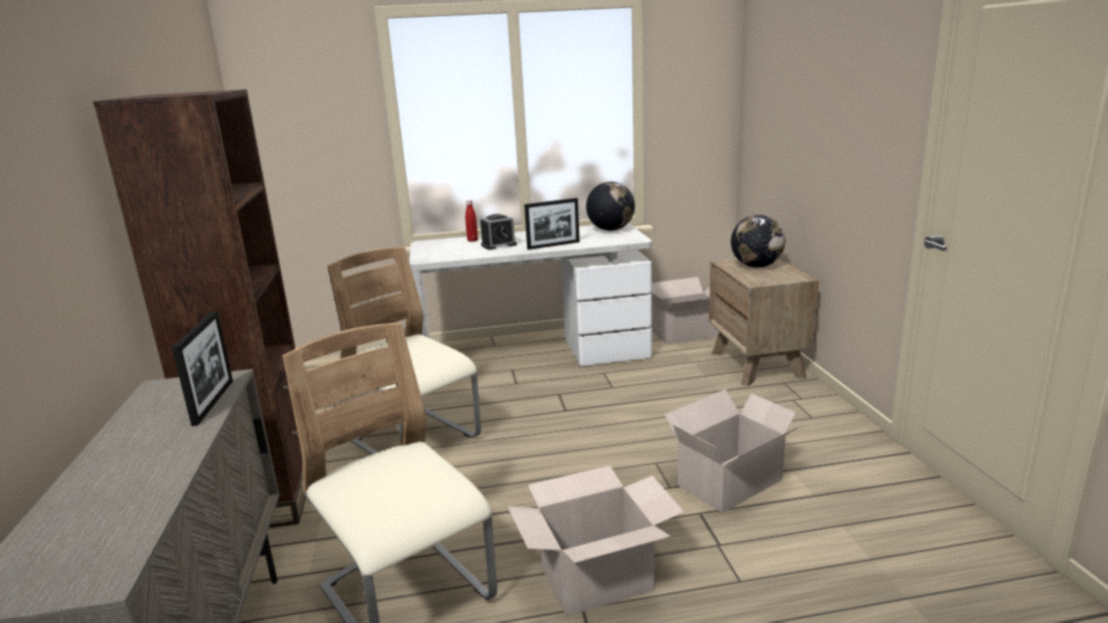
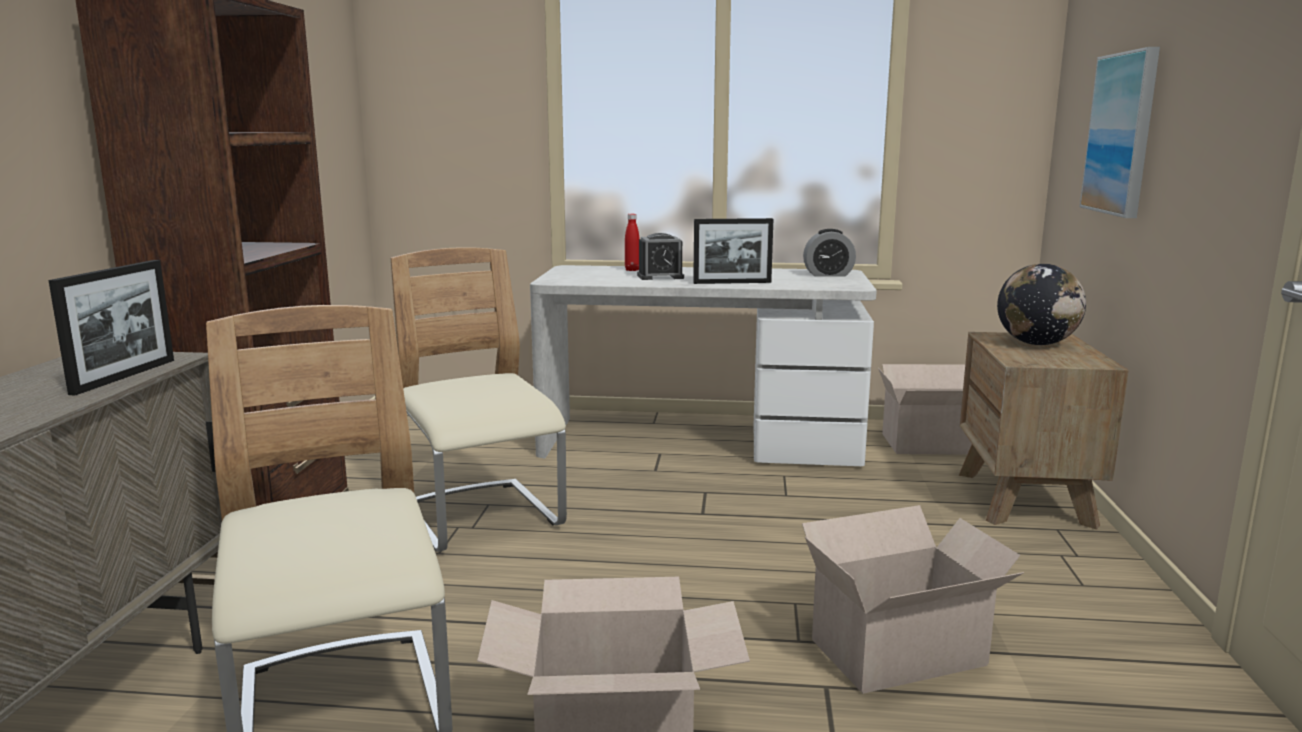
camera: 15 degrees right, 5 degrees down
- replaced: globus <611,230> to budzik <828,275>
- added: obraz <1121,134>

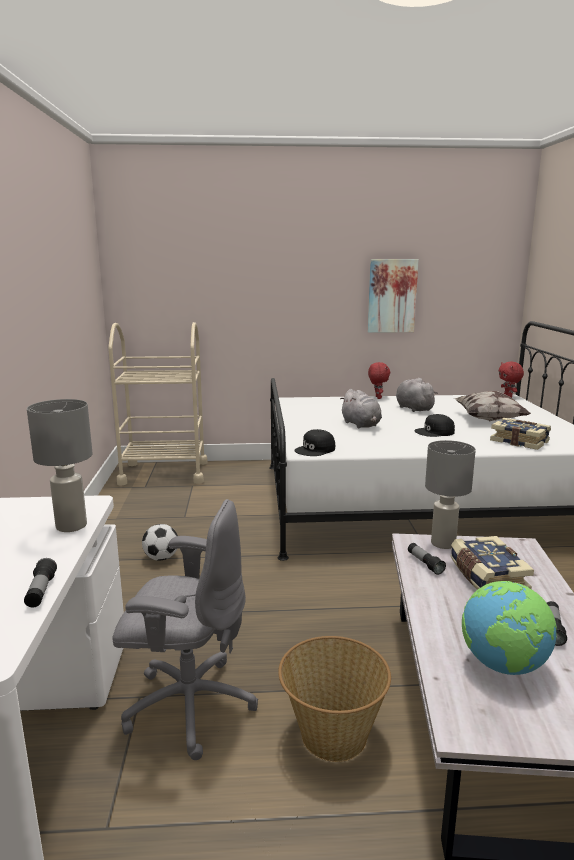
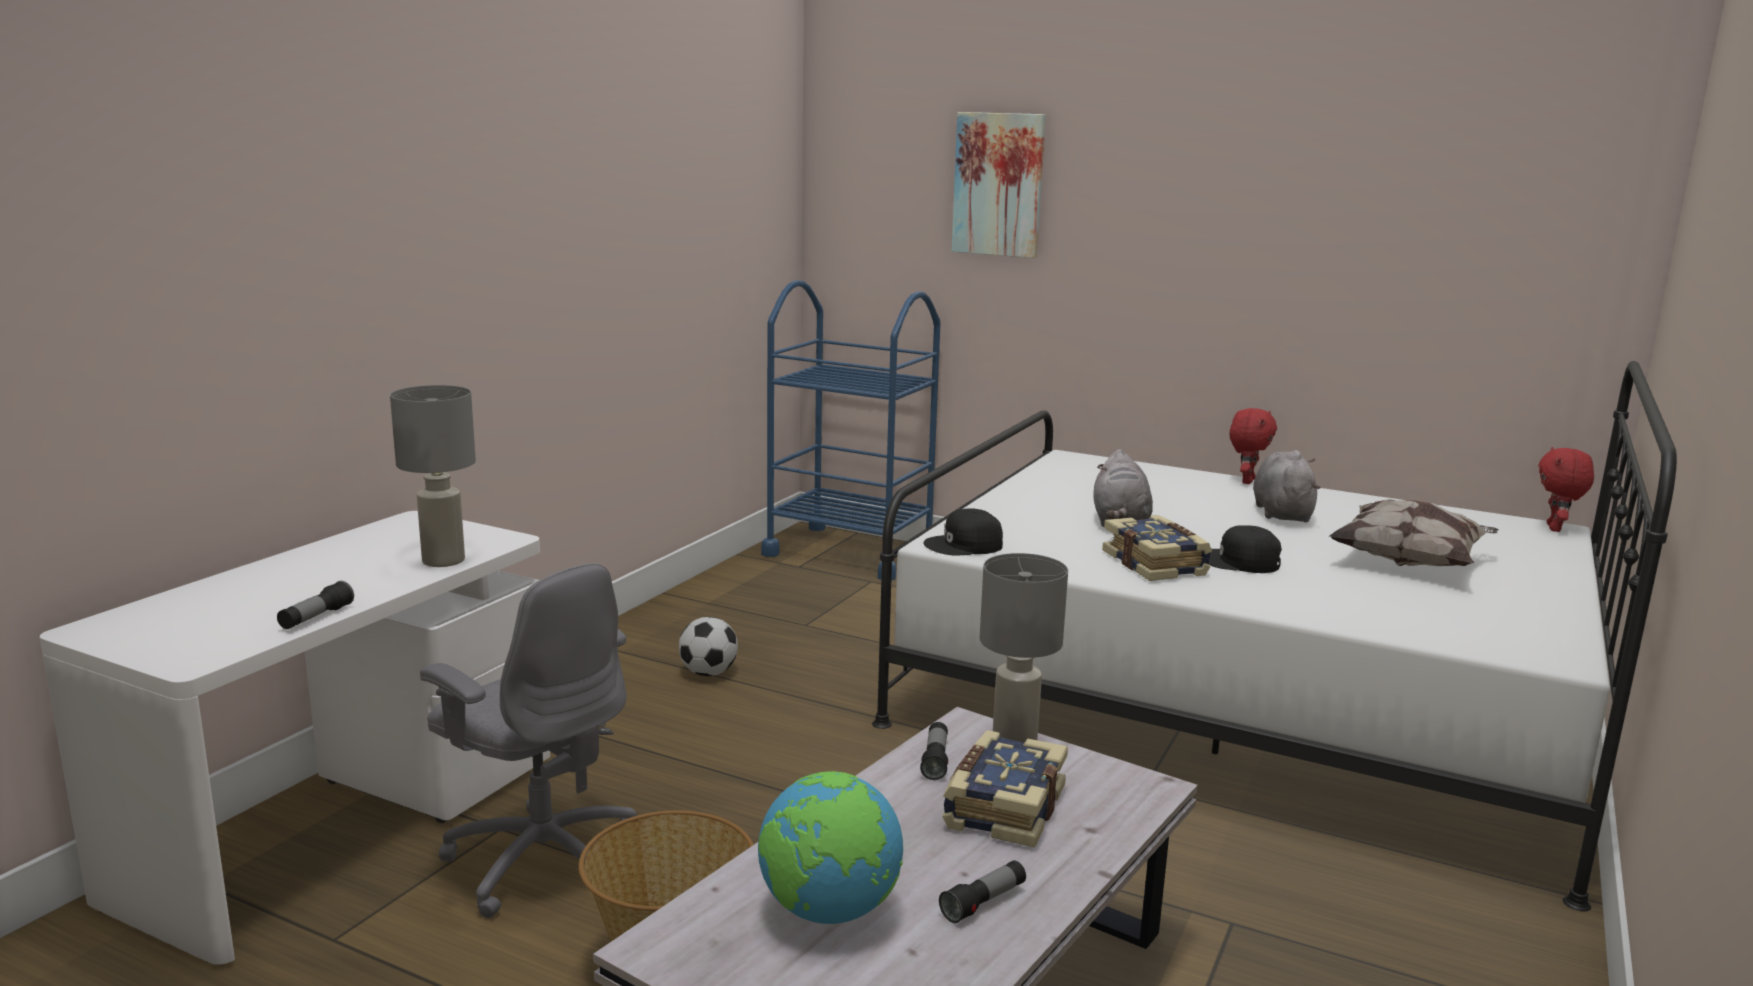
camera: 30 degrees right, 0 degrees up
- moved: obraz <392,296> to <998,184>
- recoloured: wózek (beżowy) <164,473> to wózek (niebieski) <850,552>
- moved: książka <519,441> to <1156,564>

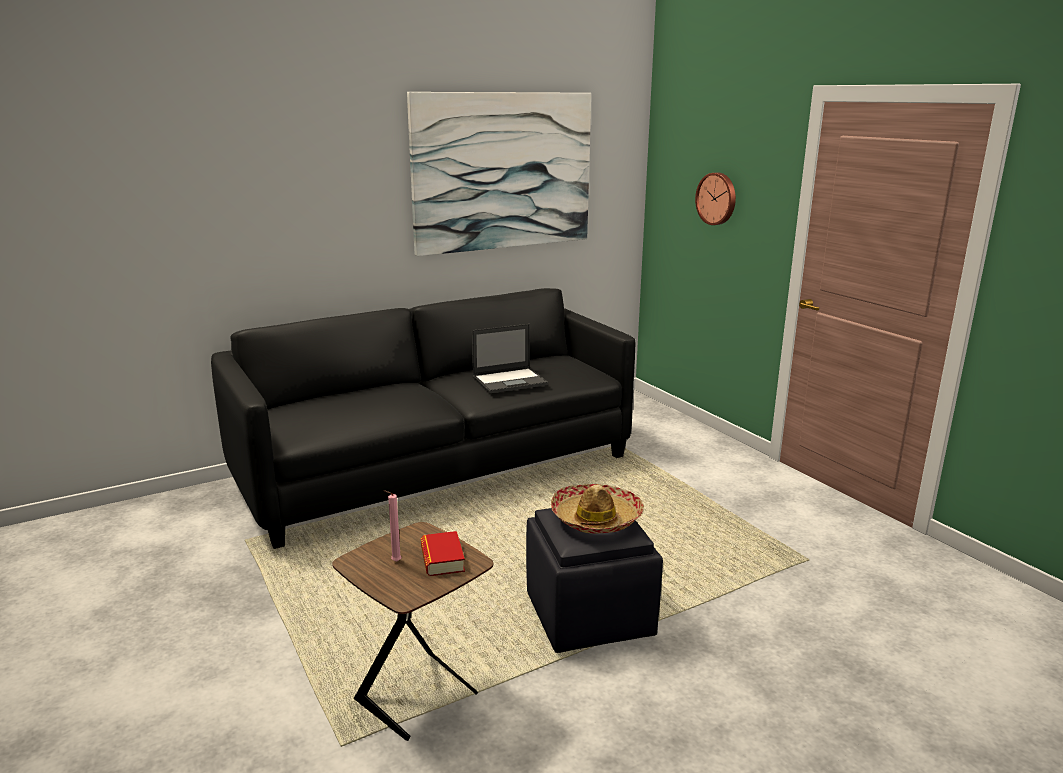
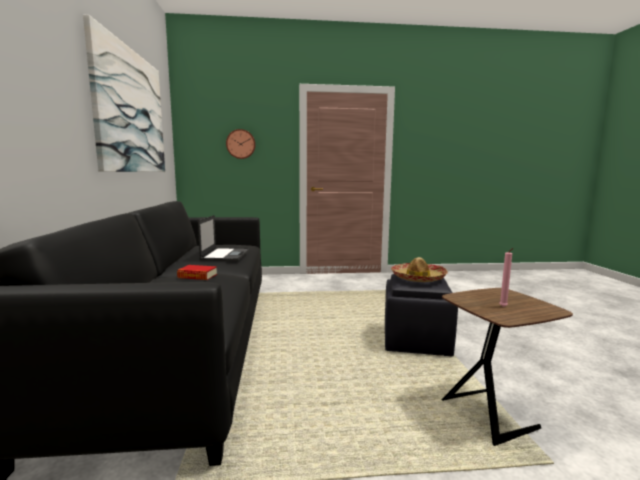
camera: 65 degrees left, 10 degrees down
- moved: książka <442,559> to <197,276>

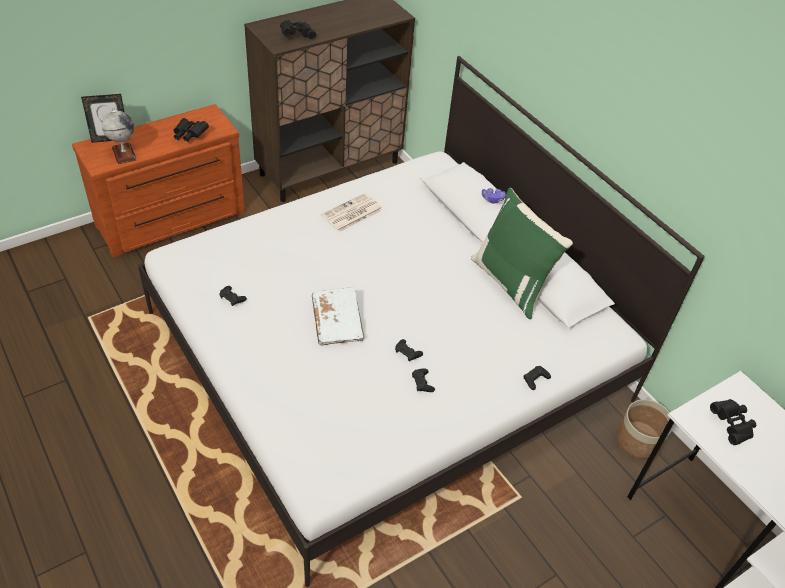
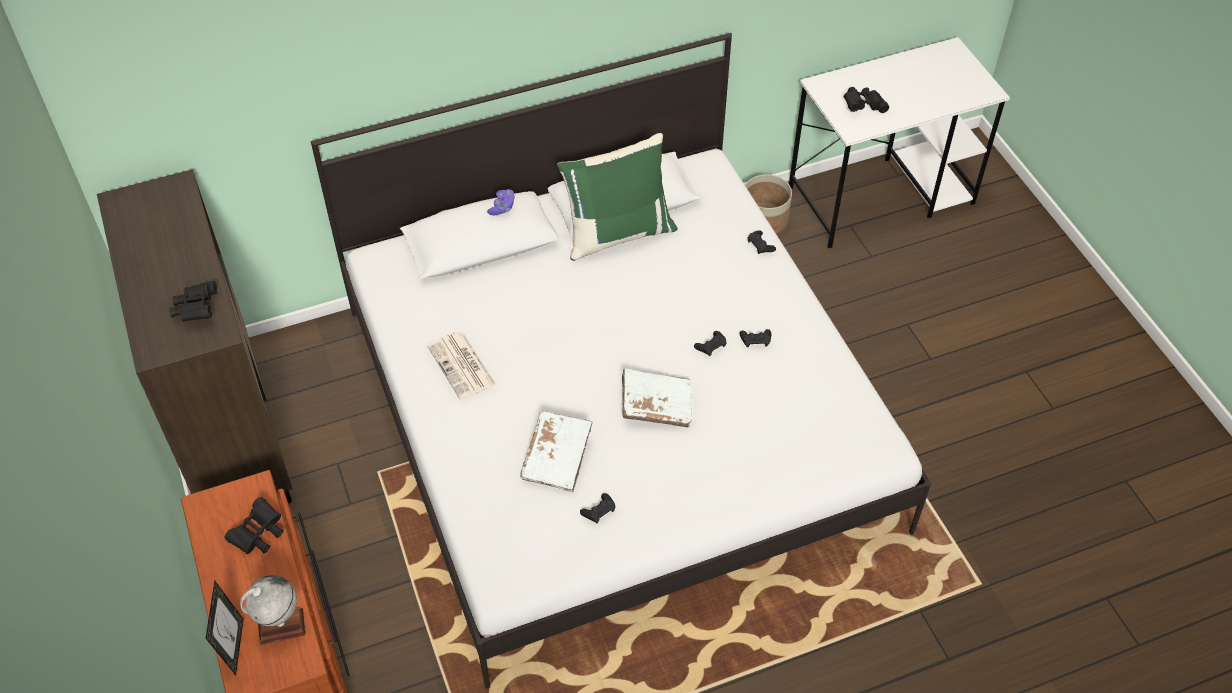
camera: 75 degrees left, 5 degrees up
- added: książka (biały) <557,458>

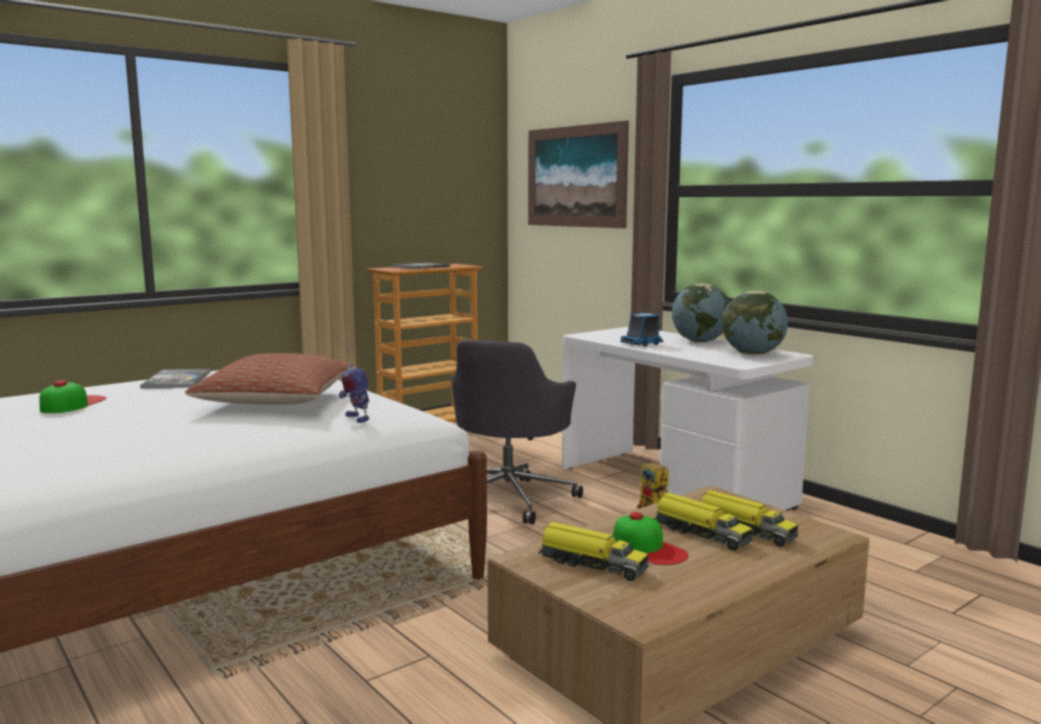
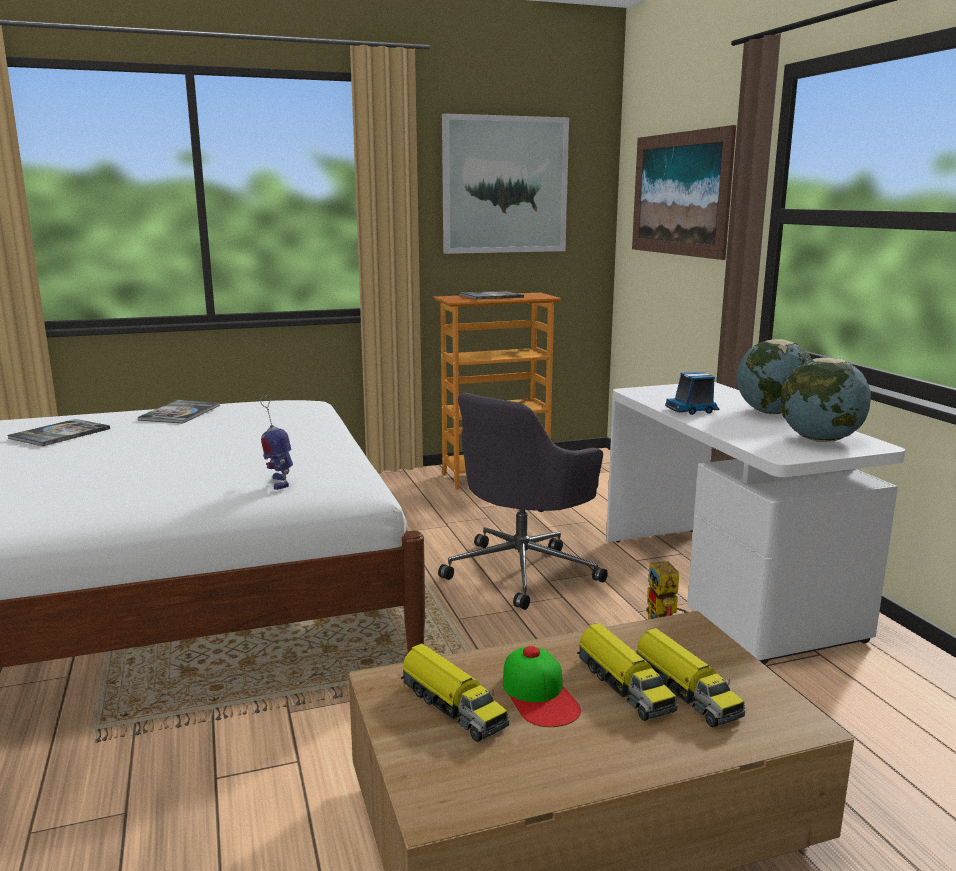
camera: 20 degrees right, 5 degrees up
- removed: poduszka <276,401>
- replaced: czapka z daszkiem <72,404> to książka <60,434>
- added: obraz <505,185>

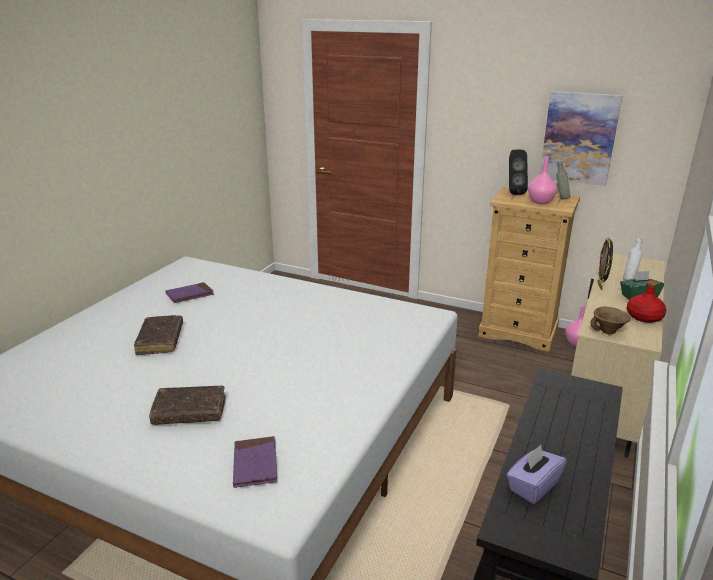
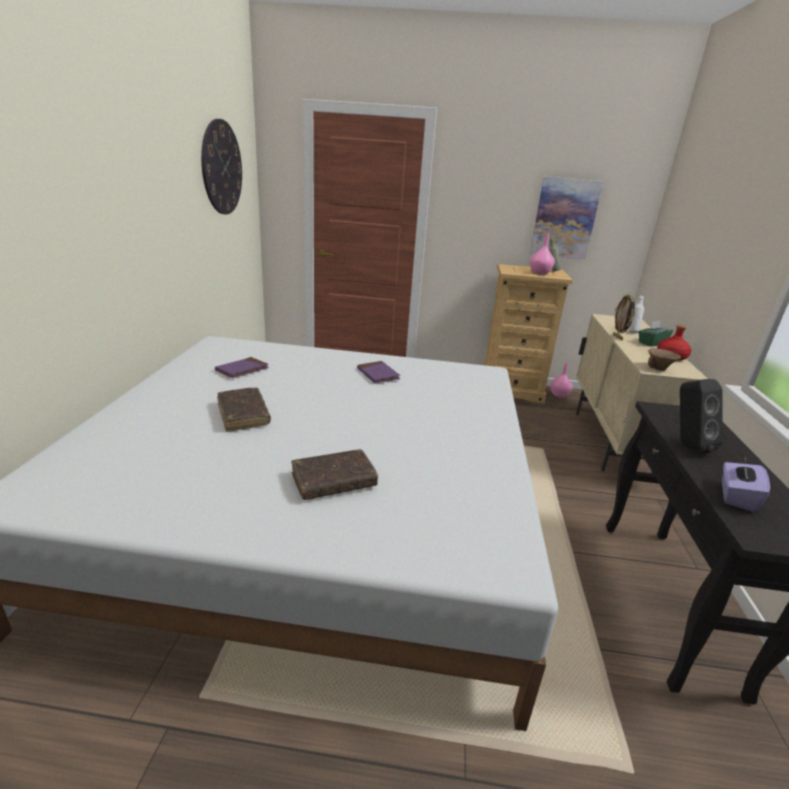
camera: 20 degrees left, 0 degrees up
- moved: głośnik (czarny) <513,193> to <686,445>
- moved: książka (fioletowy) <255,464> to <378,374>
- added: zegar ścienny <222,168>

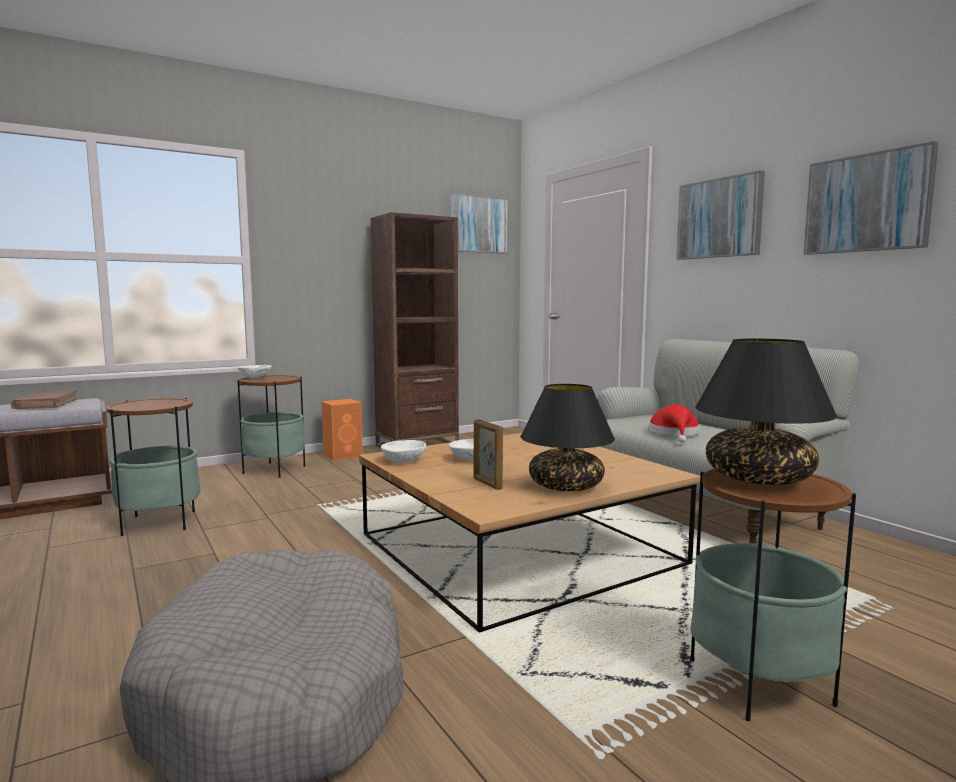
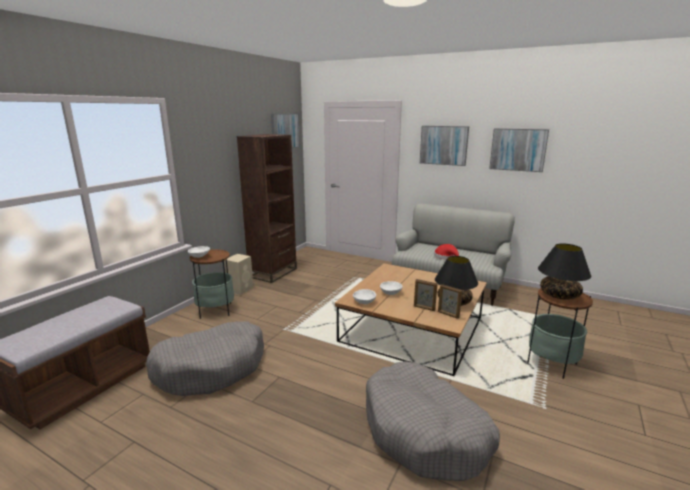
camera: 30 degrees left, 10 degrees up
- removed: książka (brązowy) <46,403>
- replaced: stolik <159,523> to legowisko (szary) <211,368>
- recoloured: głośnik (pomarańczowy) <344,455> to głośnik (beżowy) <240,289>
- added: ramka na zdjęcie <448,315>

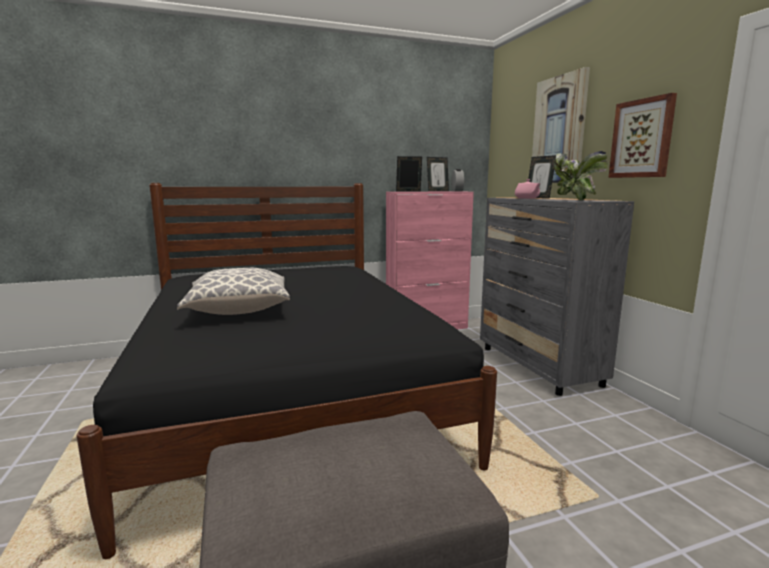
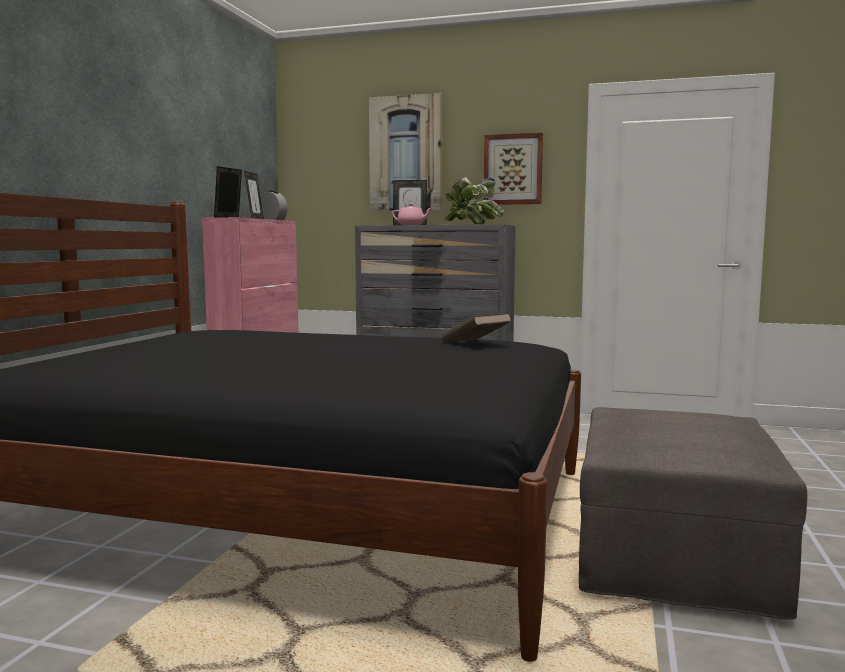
camera: 55 degrees left, 5 degrees down
- removed: poduszka <239,310>
- added: książka (brązowy) <475,343>

